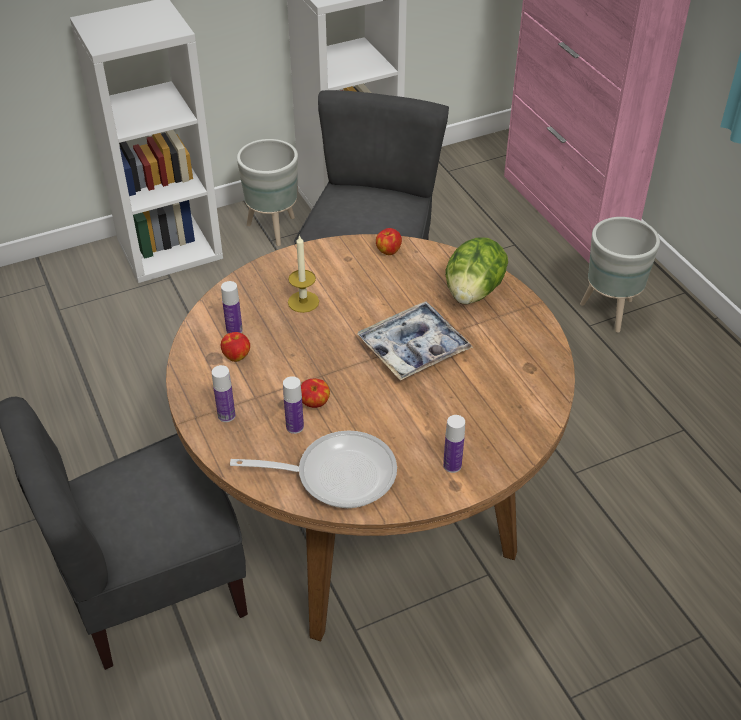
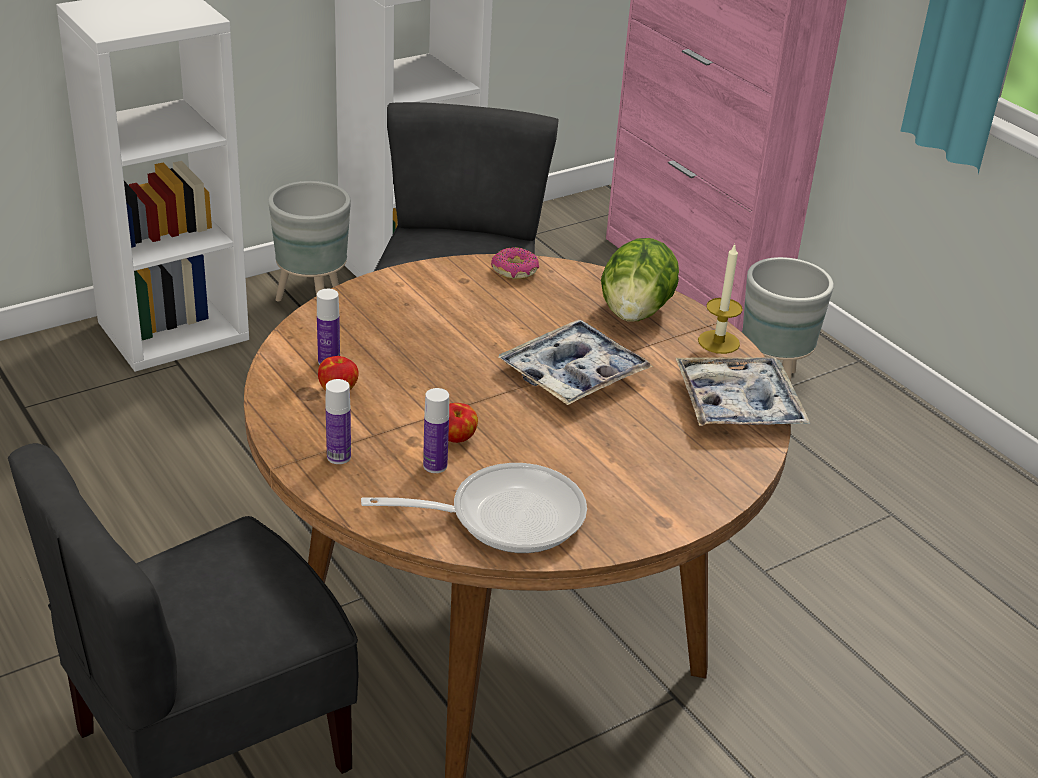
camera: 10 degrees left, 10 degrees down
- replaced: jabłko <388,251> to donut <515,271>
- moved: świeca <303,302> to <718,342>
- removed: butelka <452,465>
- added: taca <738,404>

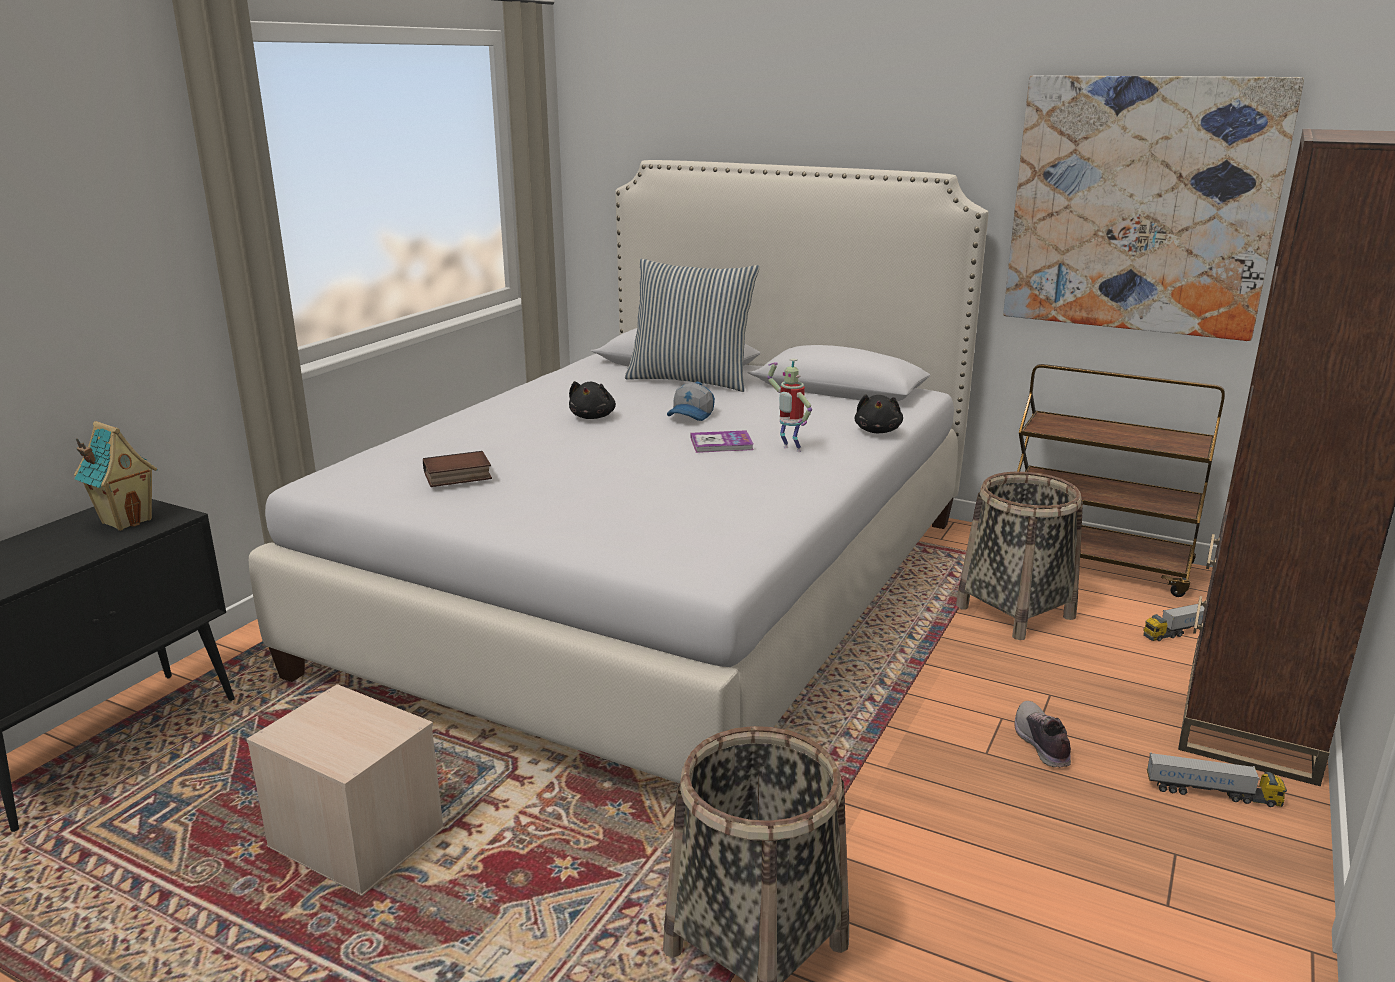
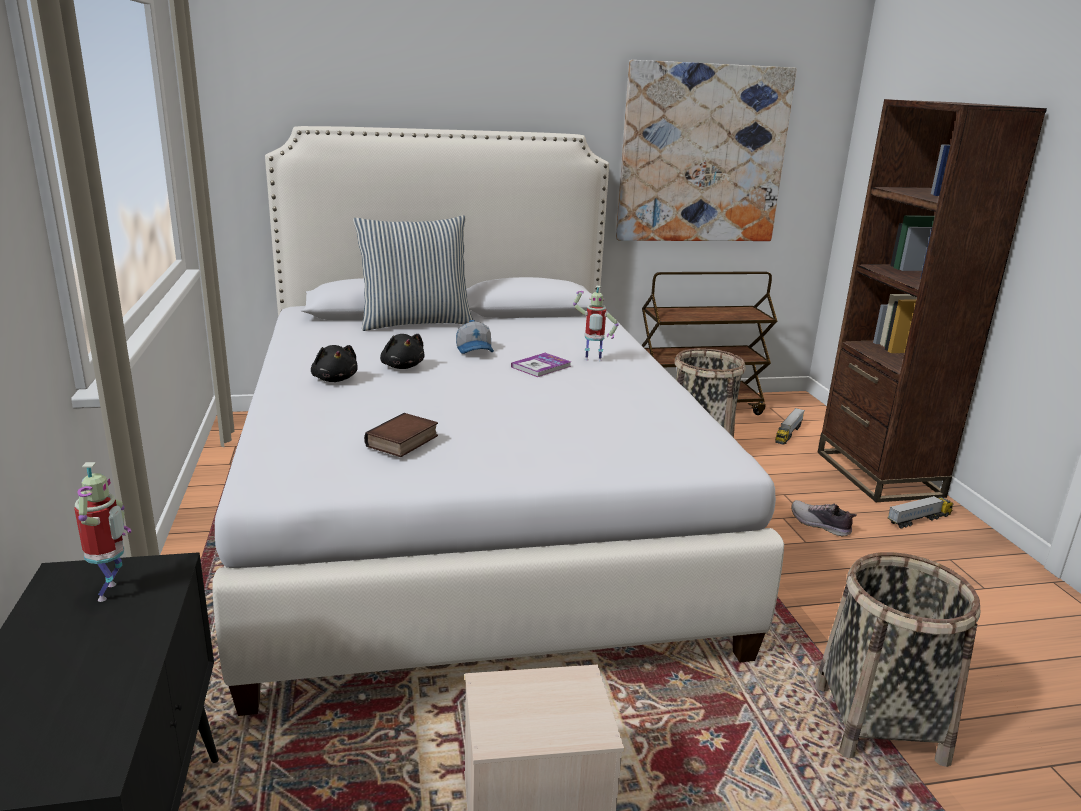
camera: 40 degrees left, 0 degrees up
- moved: pluszak (czarny) <878,431> to <335,379>
- replaced: domek <126,521> to robot zabawkowy <112,592>

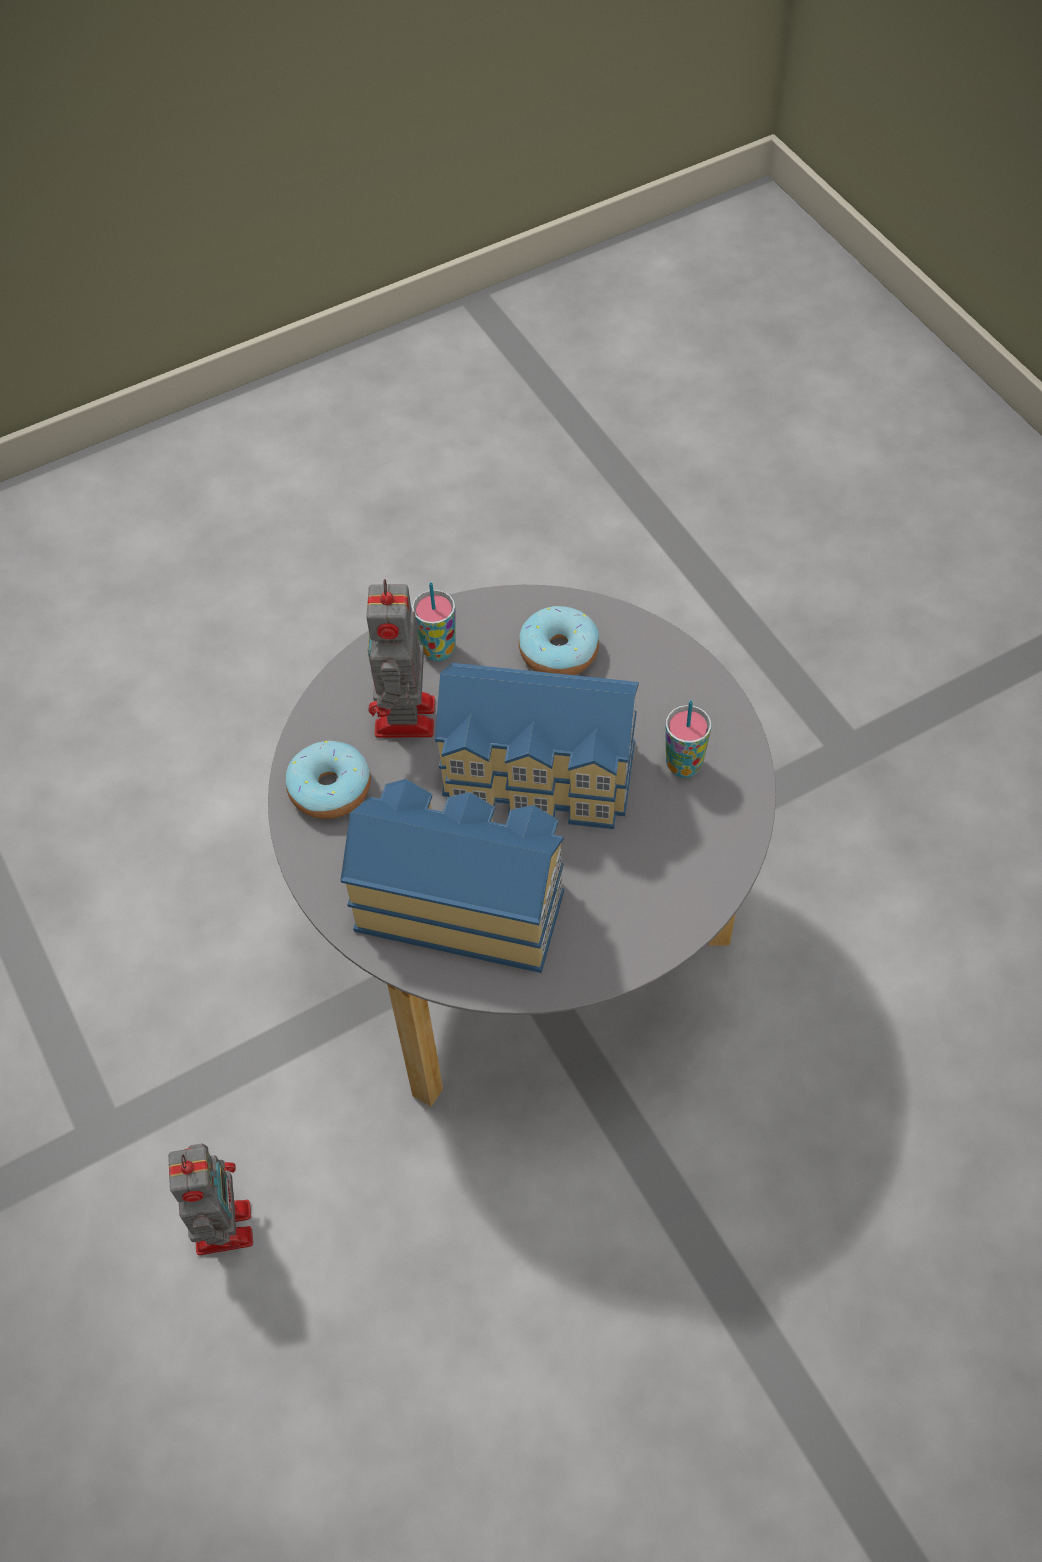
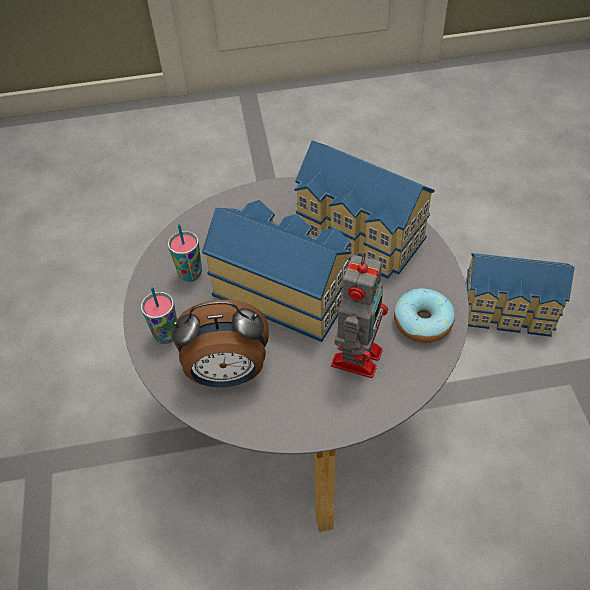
camera: 160 degrees left, 5 degrees down
- moved: filiżanka <438,650> to <166,335>
- replaced: donut <559,652> to budzik <227,373>
- replaced: robot zabawkowy <223,1224> to domek <509,312>

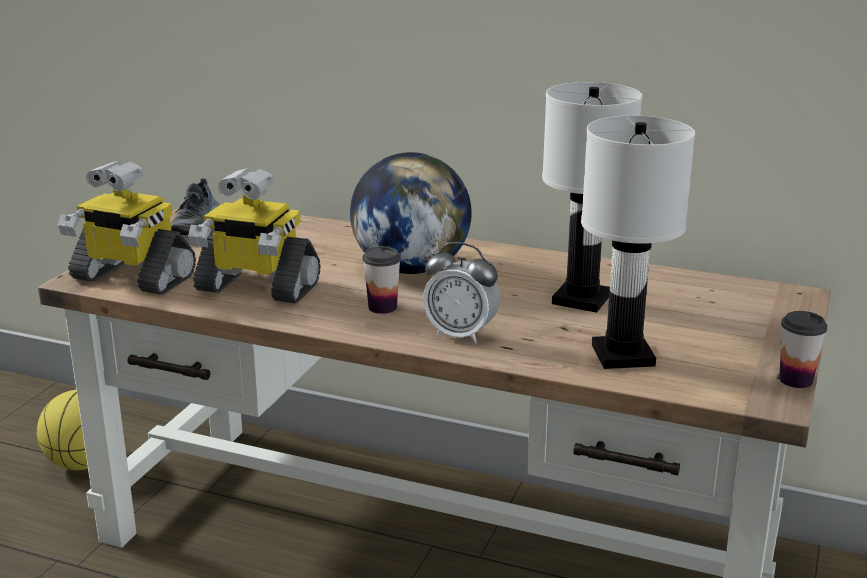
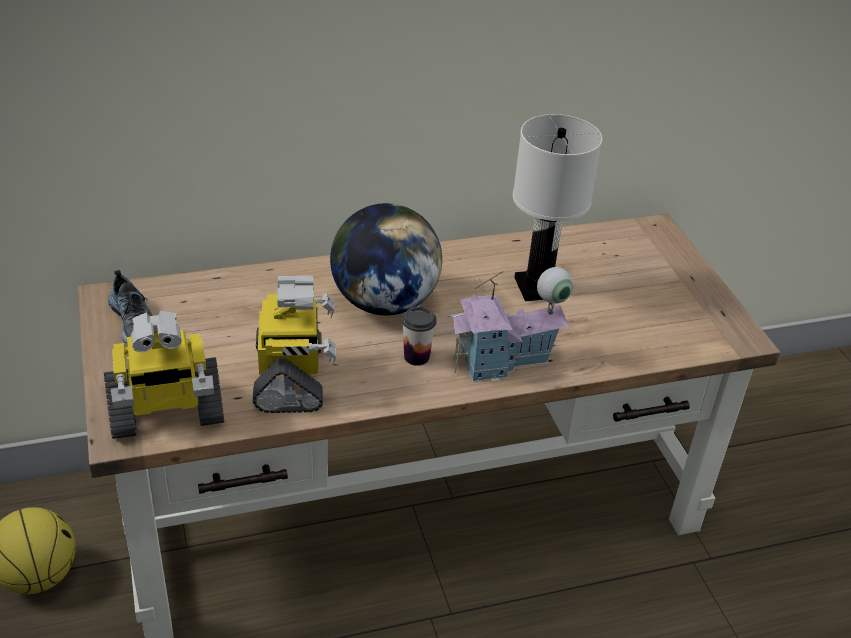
camera: 40 degrees left, 15 degrees up
- removed: lampa stołowa (biały) <623,355>
- turned: robot zabawkowy <256,288> = <291,377> 75 degrees counterclockwise
- replaced: budzik <461,334> to domek <504,361>
- removed: filiżanka <795,380>

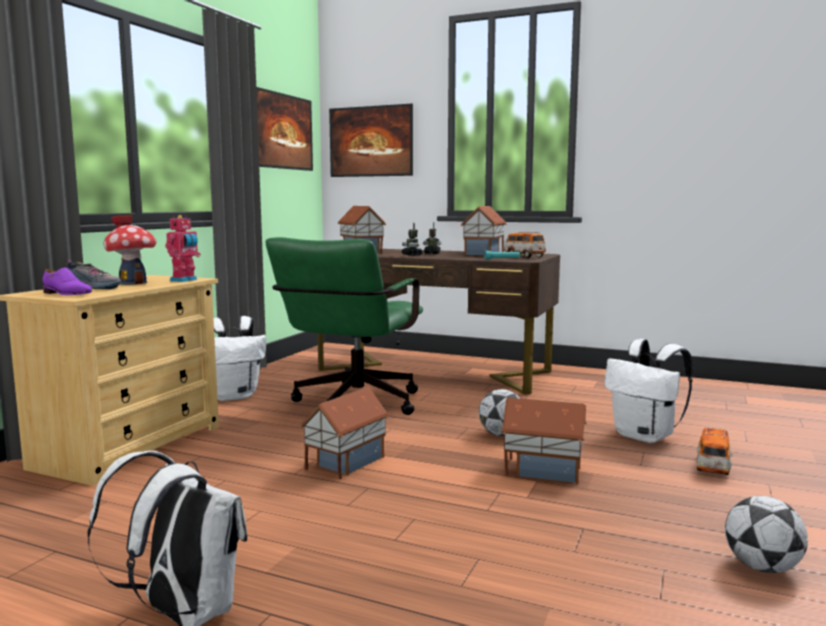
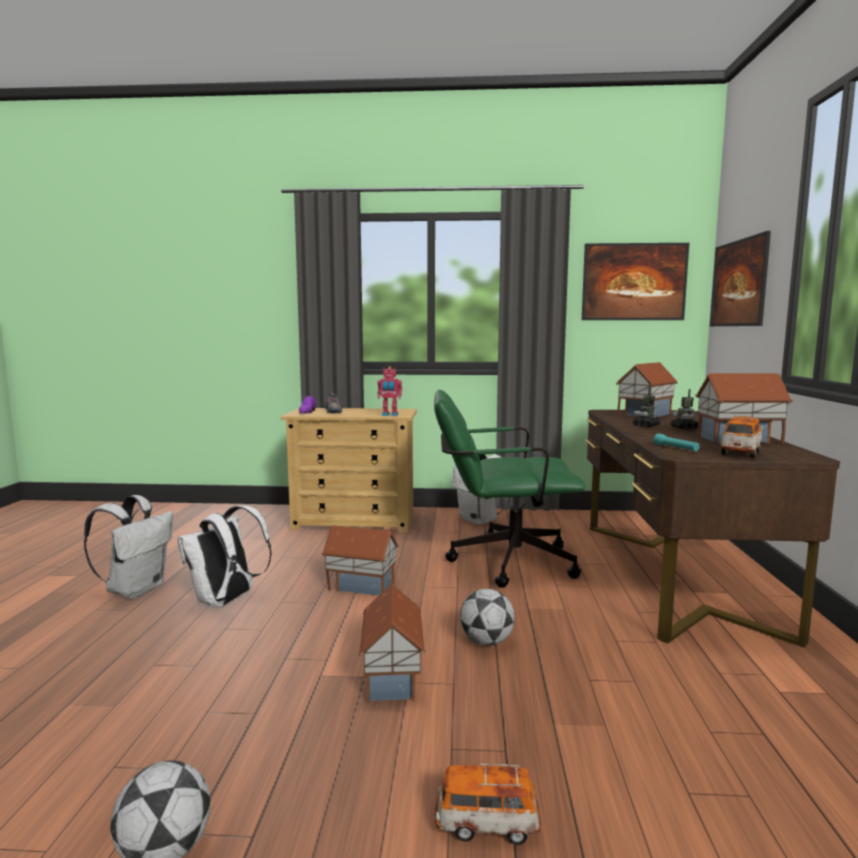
camera: 70 degrees right, 0 degrees up
- removed: domek <133,283>
- moved: plecak (biały) <645,436> to <226,601>

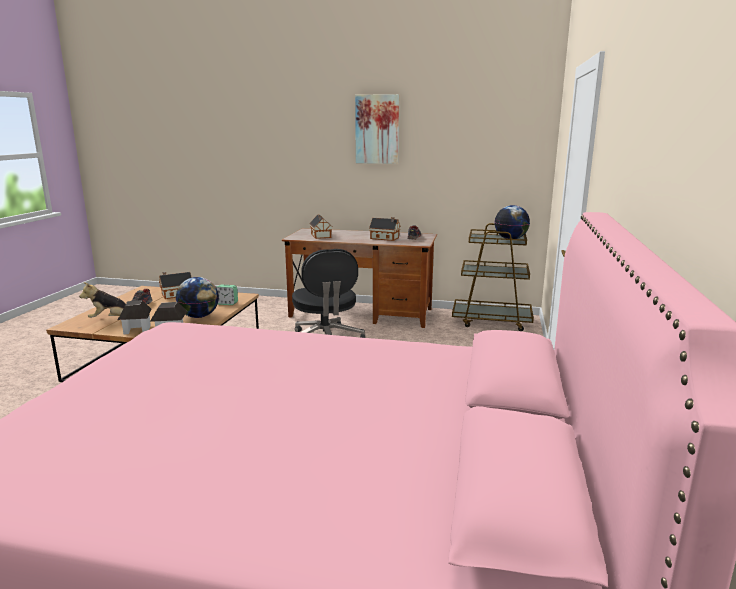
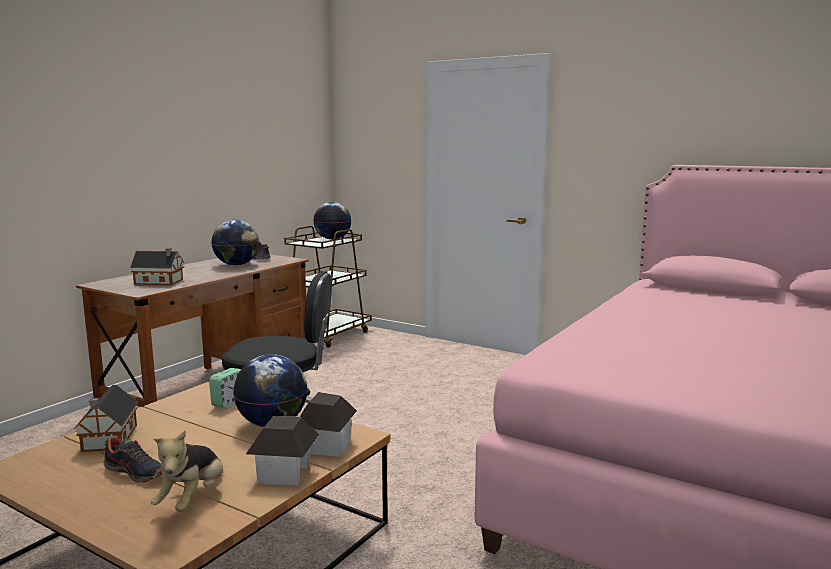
camera: 70 degrees left, 5 degrees down
- removed: obraz <377,129>
- replaced: domek <385,238> to globus <236,265>

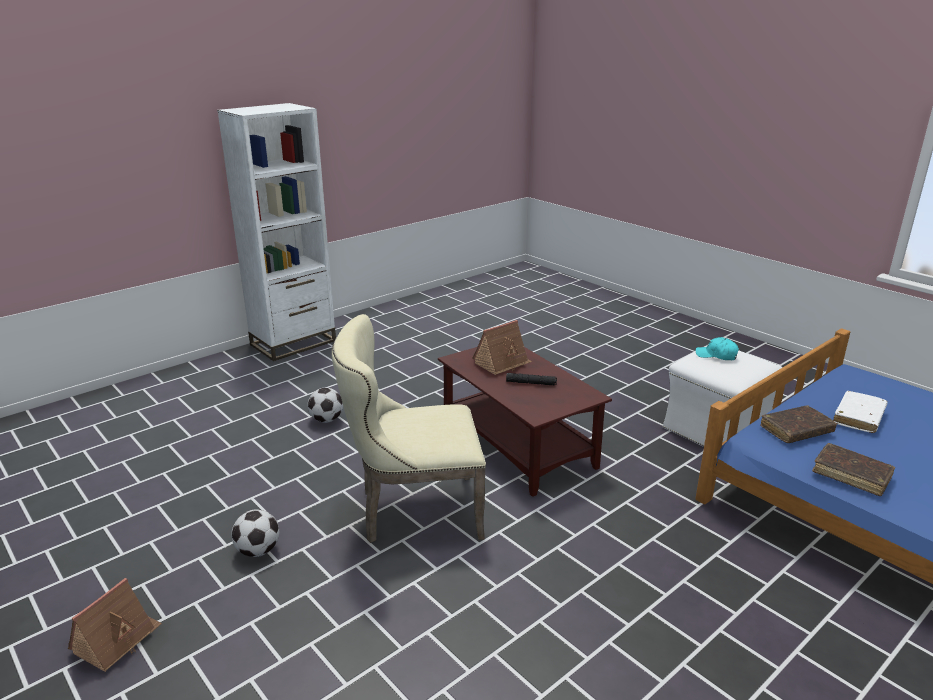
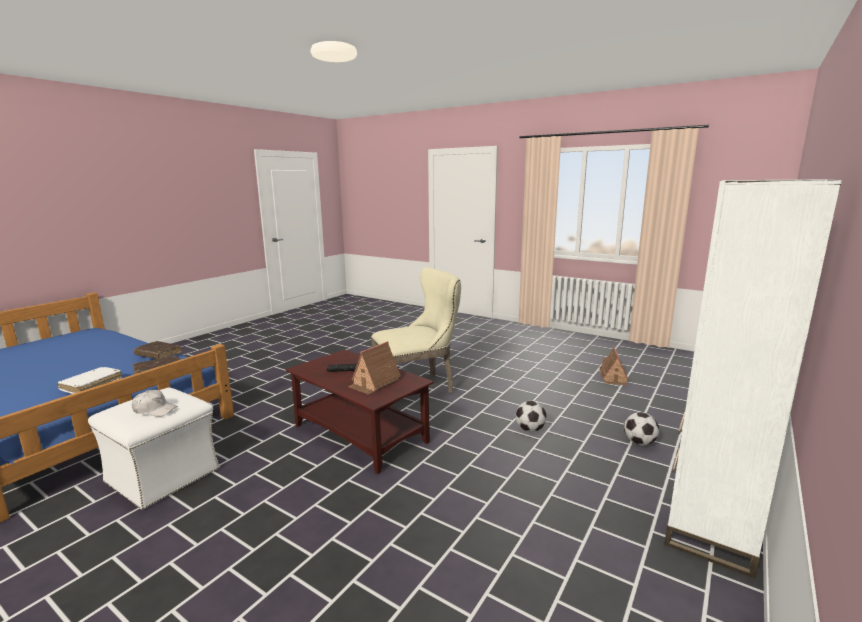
camera: 165 degrees right, 10 degrees down
- recoloured: czapka z daszkiem (turkusowy) <716,355> to czapka z daszkiem (biały) <155,410>
- moved: piłka futbolowa <258,551> to <639,443>
- moved: domek <117,640> to <613,377>

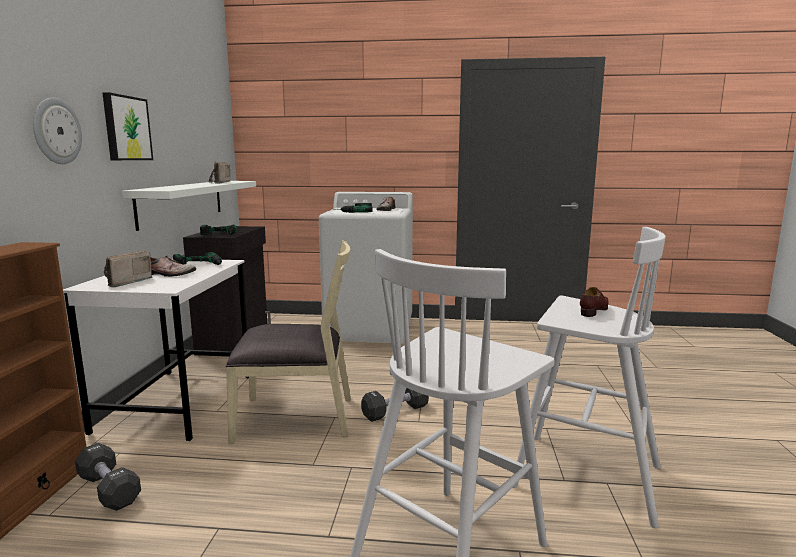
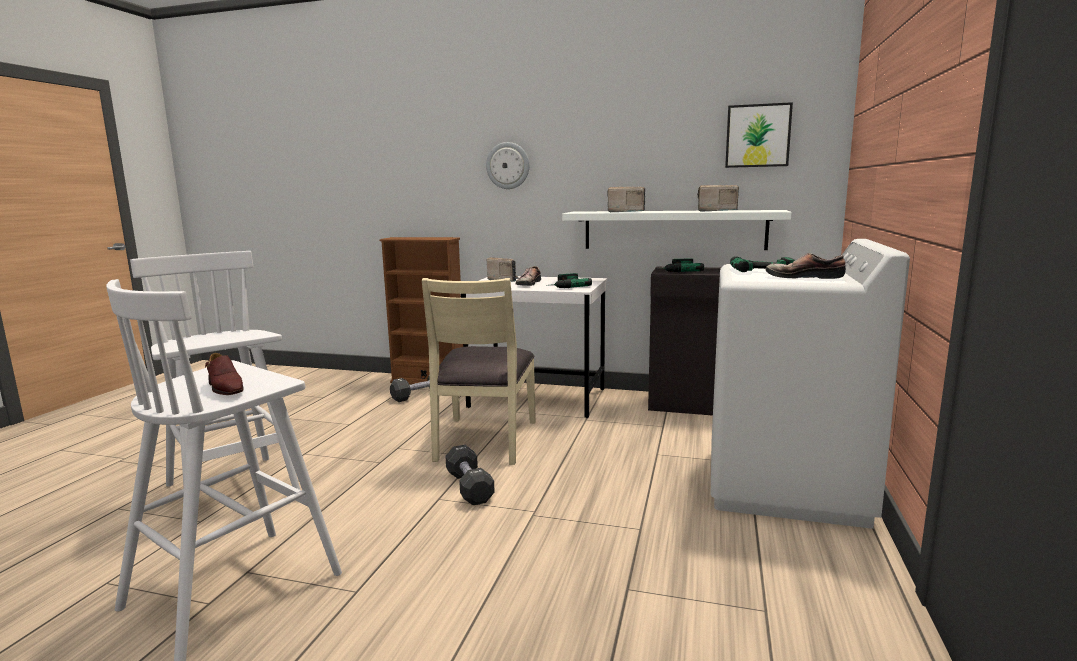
camera: 100 degrees right, 0 degrees up
- moved: obraz <126,128> to <757,136>
- added: radio <626,212>

